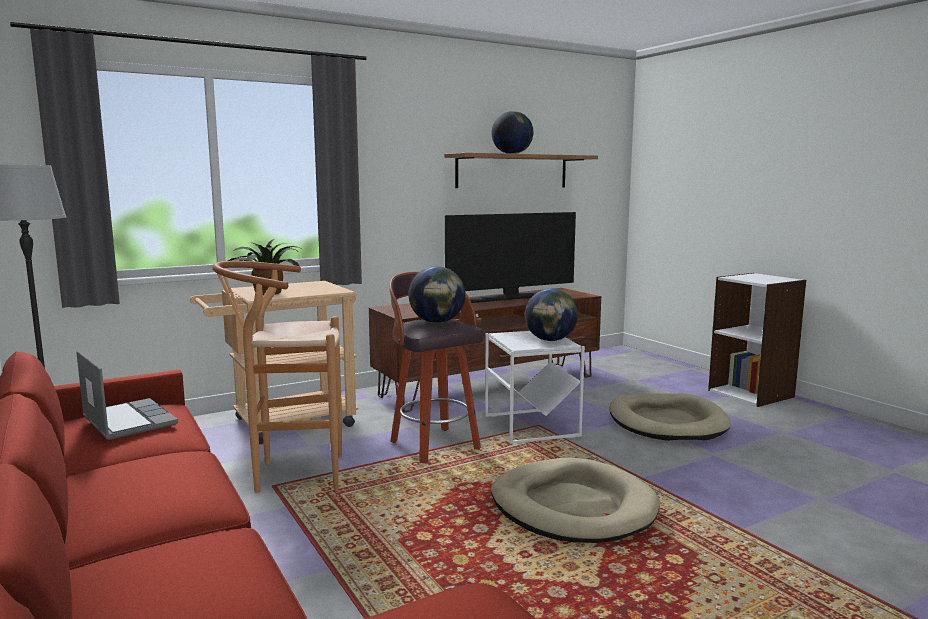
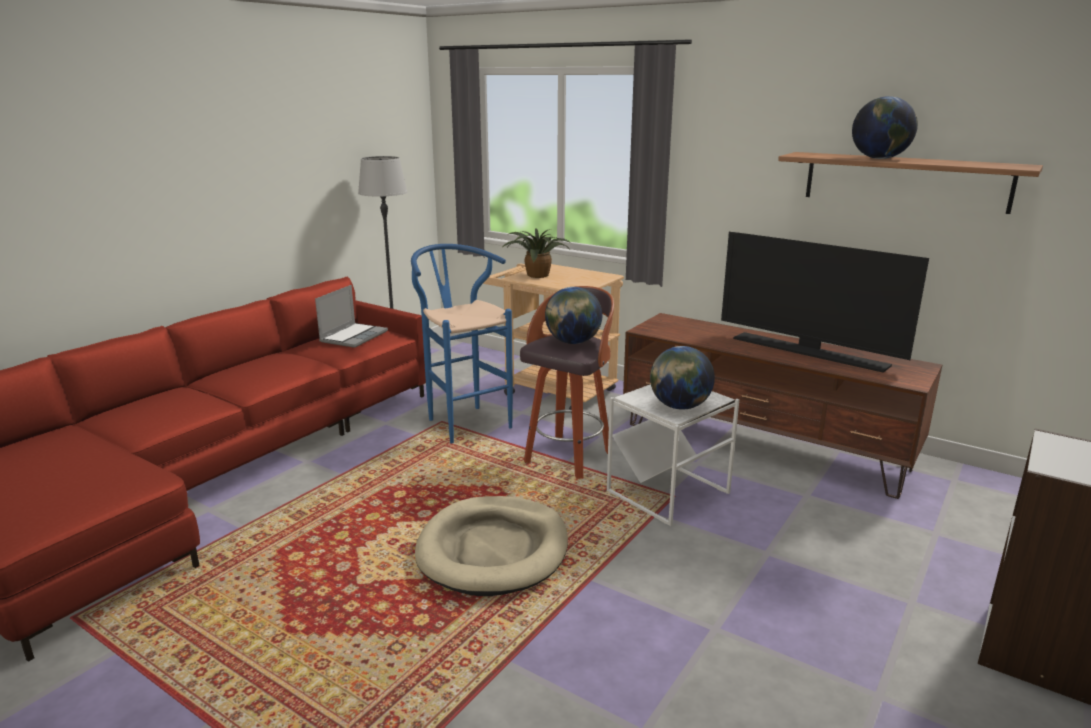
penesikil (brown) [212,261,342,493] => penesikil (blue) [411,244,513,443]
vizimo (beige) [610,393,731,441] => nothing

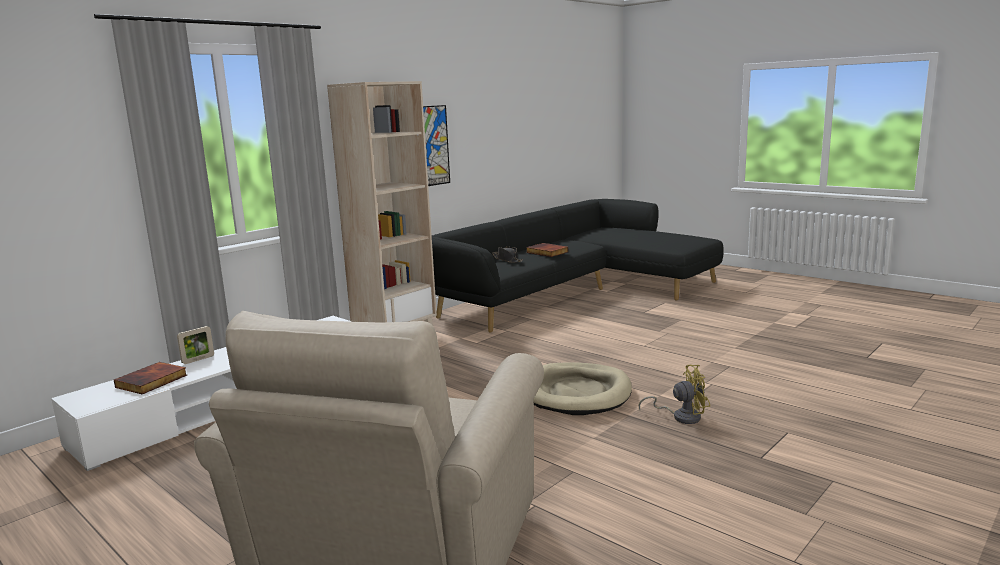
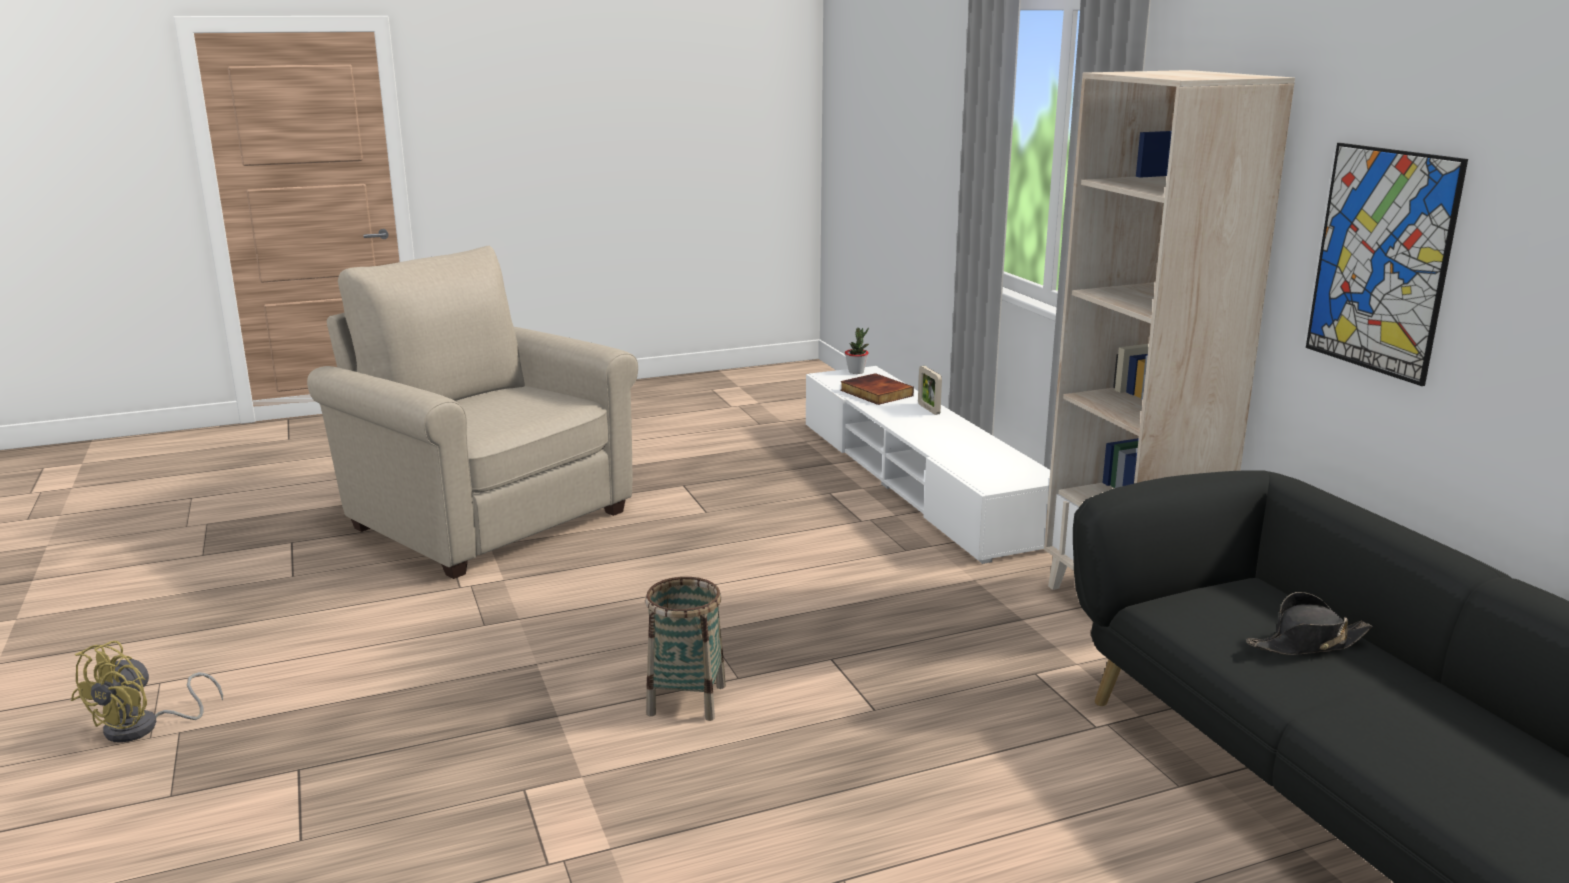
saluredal [526,243,568,257] => nothing
vizimo (beige) [534,363,632,415] => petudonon [645,577,726,721]
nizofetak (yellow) [639,364,710,424] => nizofetak (yellow) [71,641,223,742], move
nothing => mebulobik [845,328,869,374]

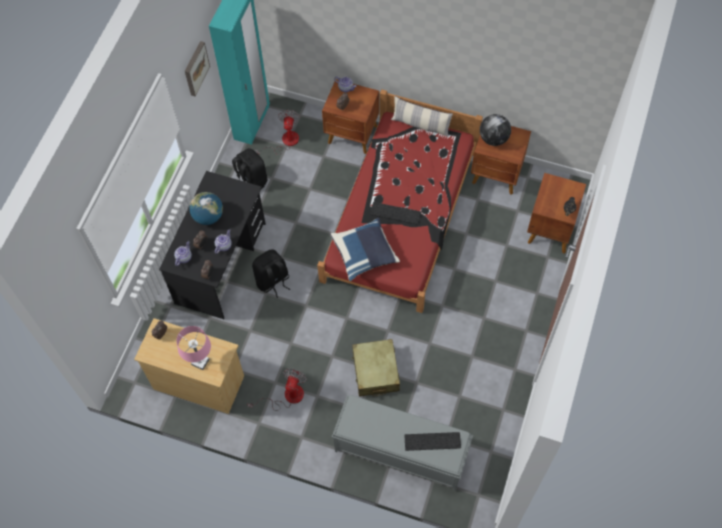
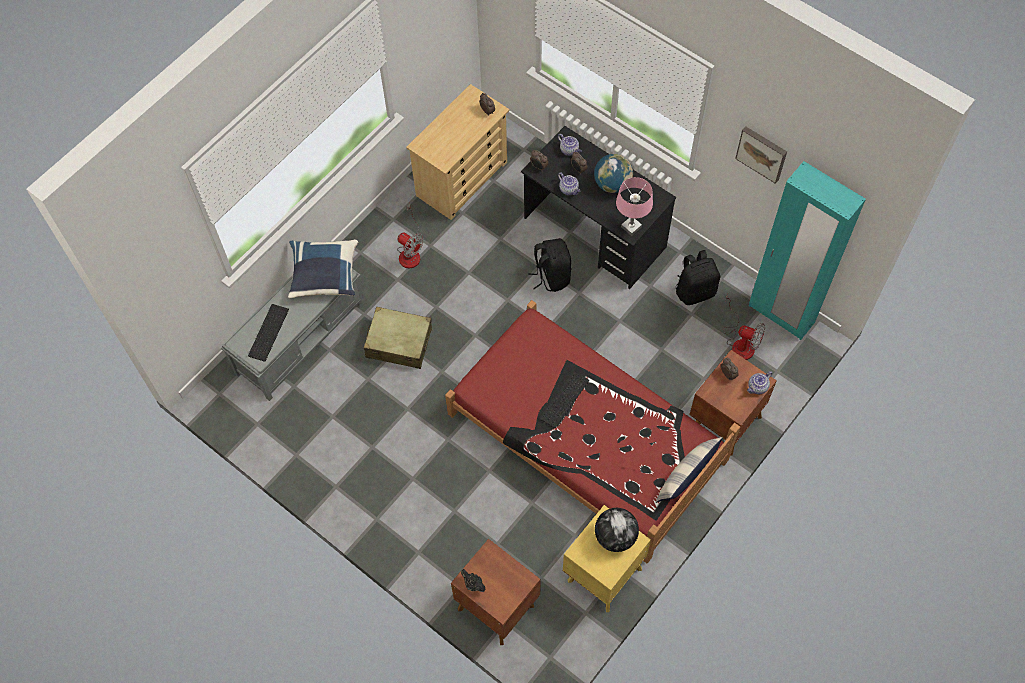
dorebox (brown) [471,126,531,194] => dorebox (yellow) [563,505,651,612]
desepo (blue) [330,218,400,281] => desepo (blue) [288,239,359,298], move
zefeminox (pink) [176,326,211,370] => zefeminox (pink) [616,177,653,236], move

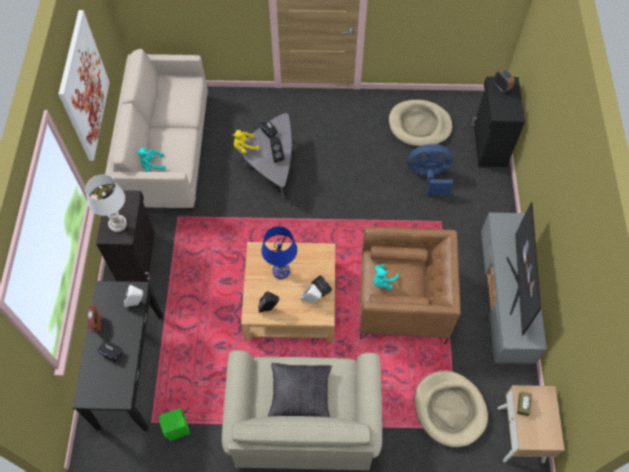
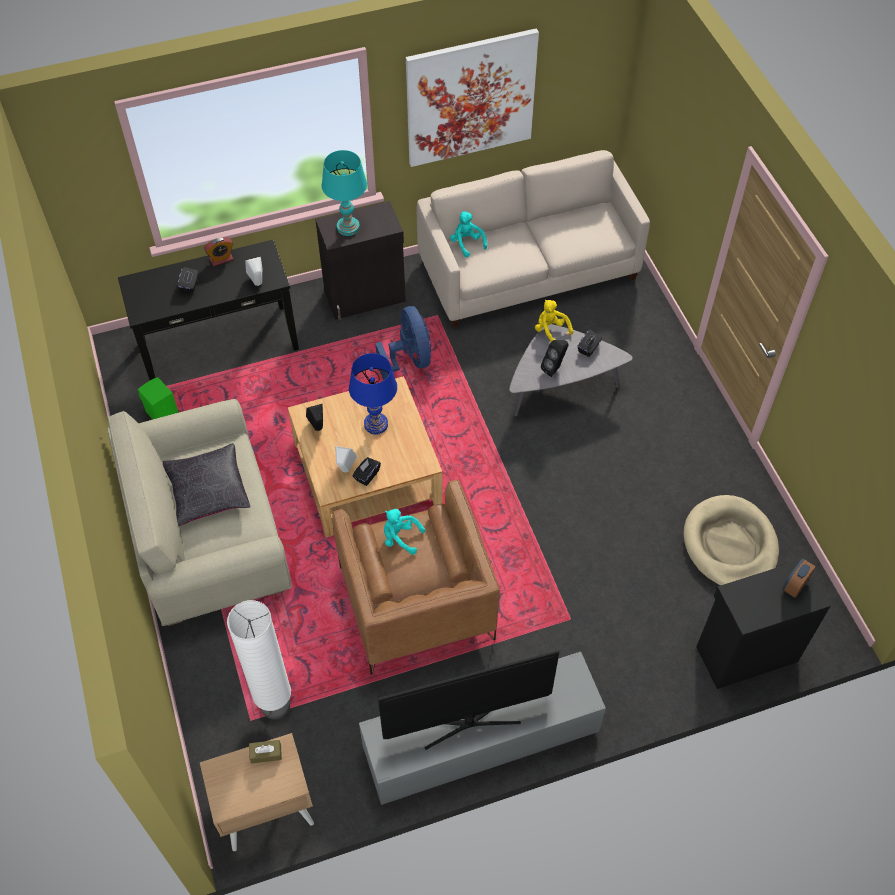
nizofetak (blue) [408,144,453,196] => nizofetak (blue) [375,306,431,380], move
zefeminox (white) [85,174,127,232] => zefeminox (turquoise) [322,150,367,236]
vizimo (beige) [415,371,488,447] => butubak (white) [227,600,291,719]

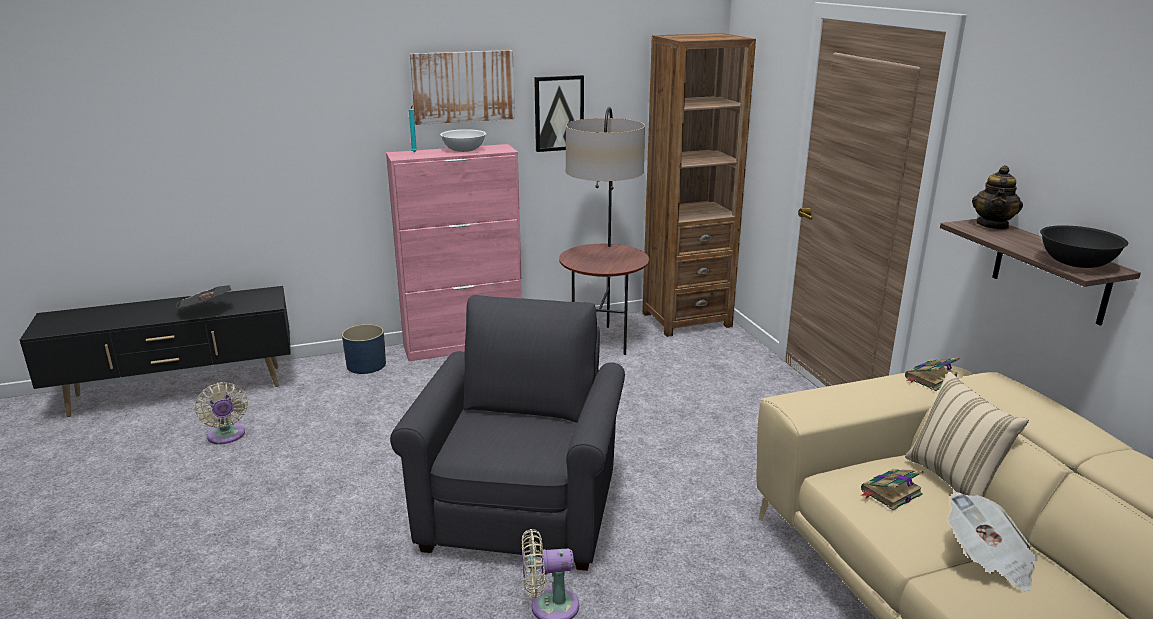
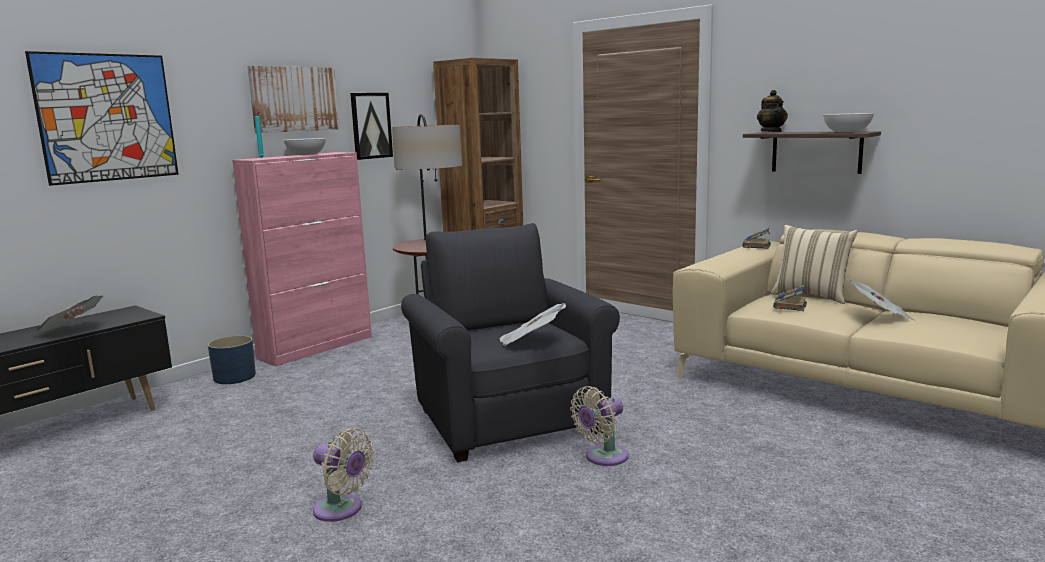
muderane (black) [1040,225,1128,268] => muderane (white) [823,113,875,132]
nizofetak (beige) [195,382,248,444] => nizofetak (beige) [313,429,374,522], move
nothing => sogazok [25,51,179,186]
nothing => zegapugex [500,303,566,346]

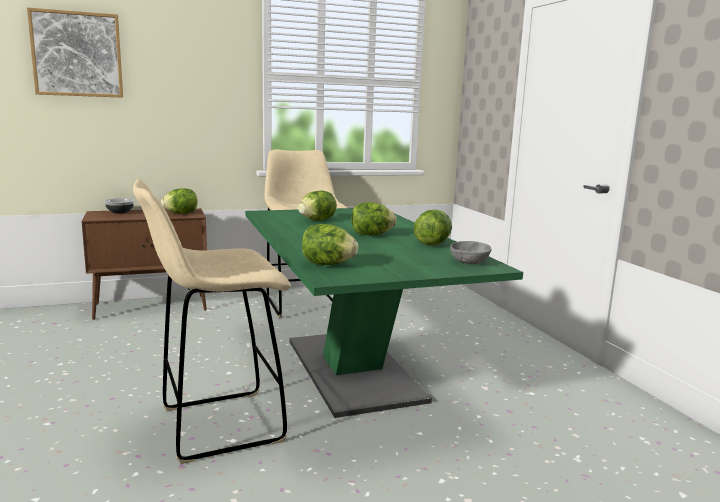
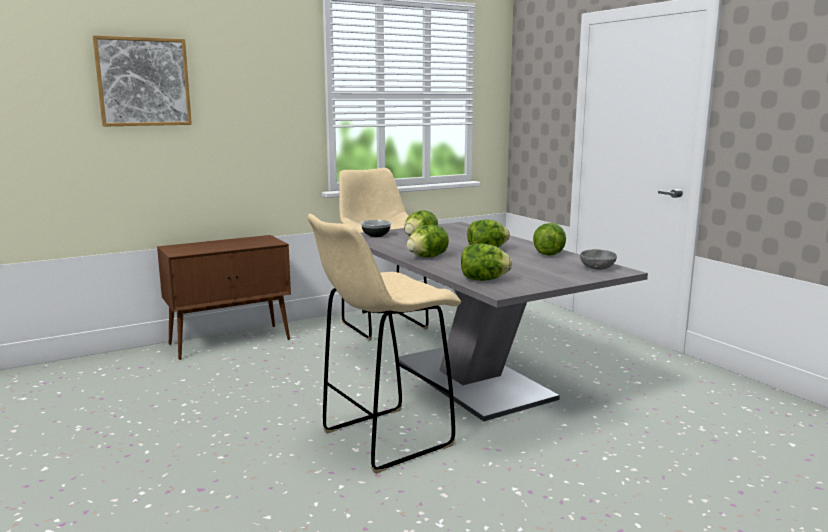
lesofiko [161,188,197,214] => lesofiko [407,225,449,257], move
muderane [104,198,134,214] => muderane [361,220,391,237], move
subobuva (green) [245,208,523,418] => subobuva (grey) [360,222,648,421]

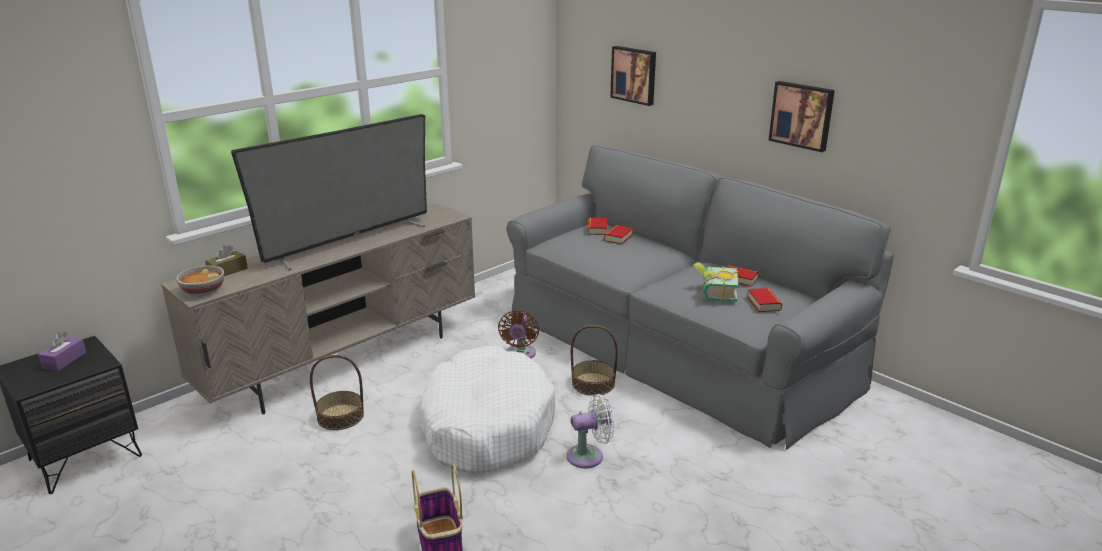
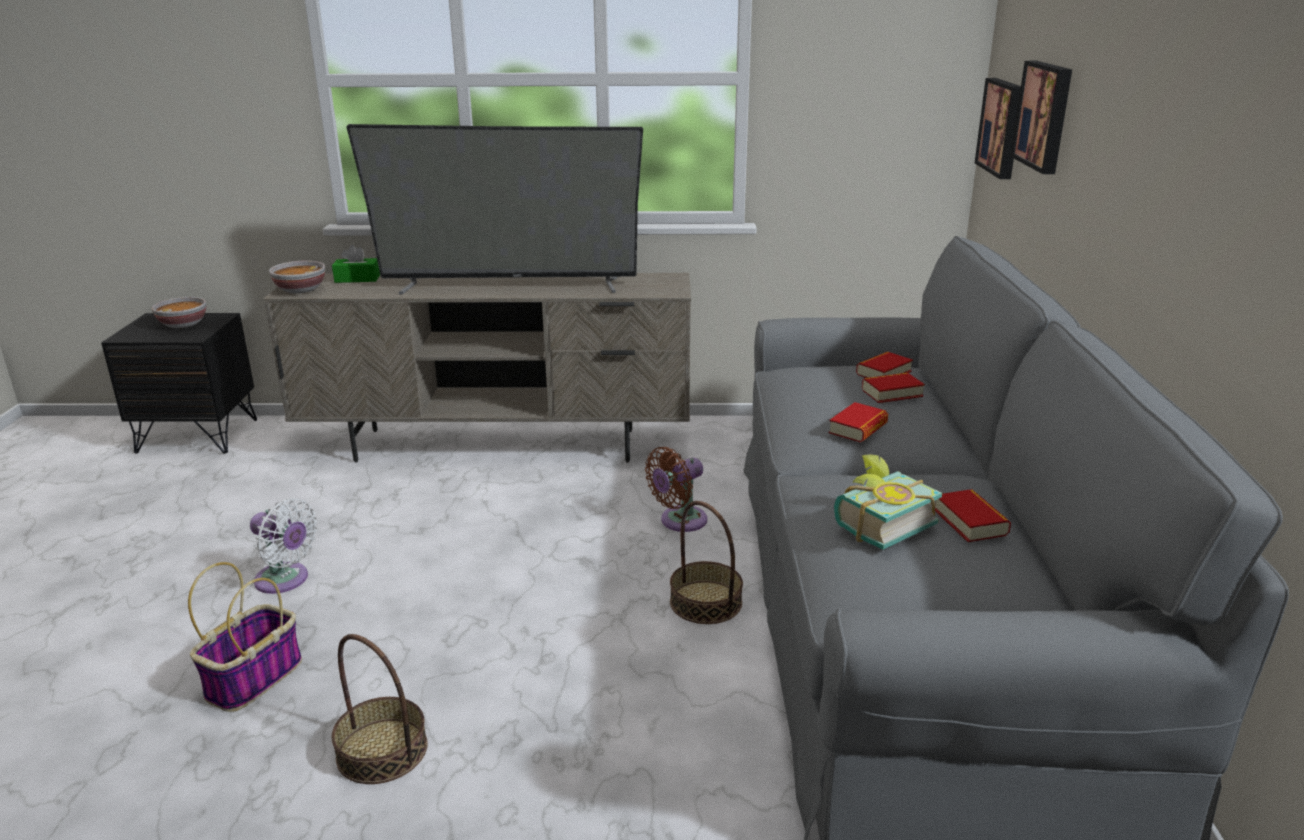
sogazok [768,81,835,152] => sogazok [975,78,1021,179], move
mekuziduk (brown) [205,245,248,276] => mekuziduk (green) [332,245,380,283]
saluredal [747,288,782,312] => saluredal [829,402,888,443], move
mekuziduk (purple) [38,332,86,371] => muderane [152,297,206,328]
vizimo (white) [419,346,555,475] => nothing
petudonon [310,355,364,430] => petudonon [332,634,428,784], move
nizofetak (white) [567,394,615,468] => nizofetak (white) [250,498,318,594], move

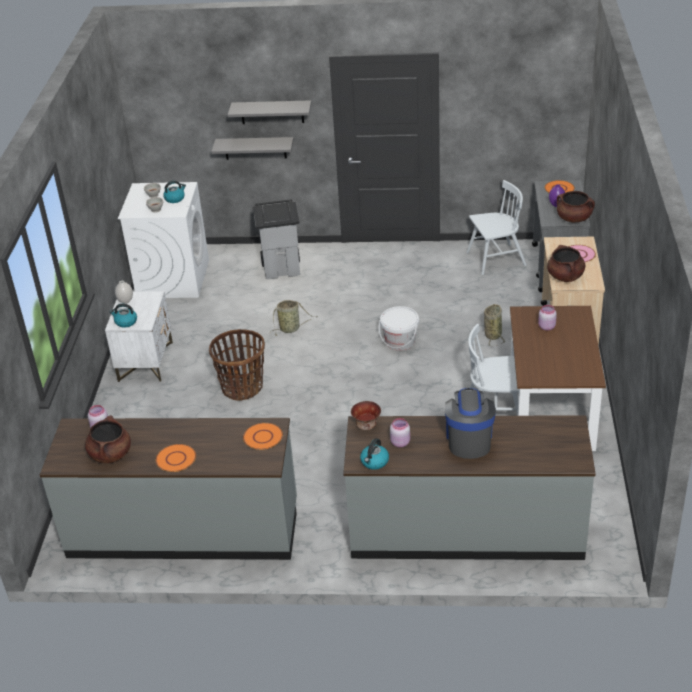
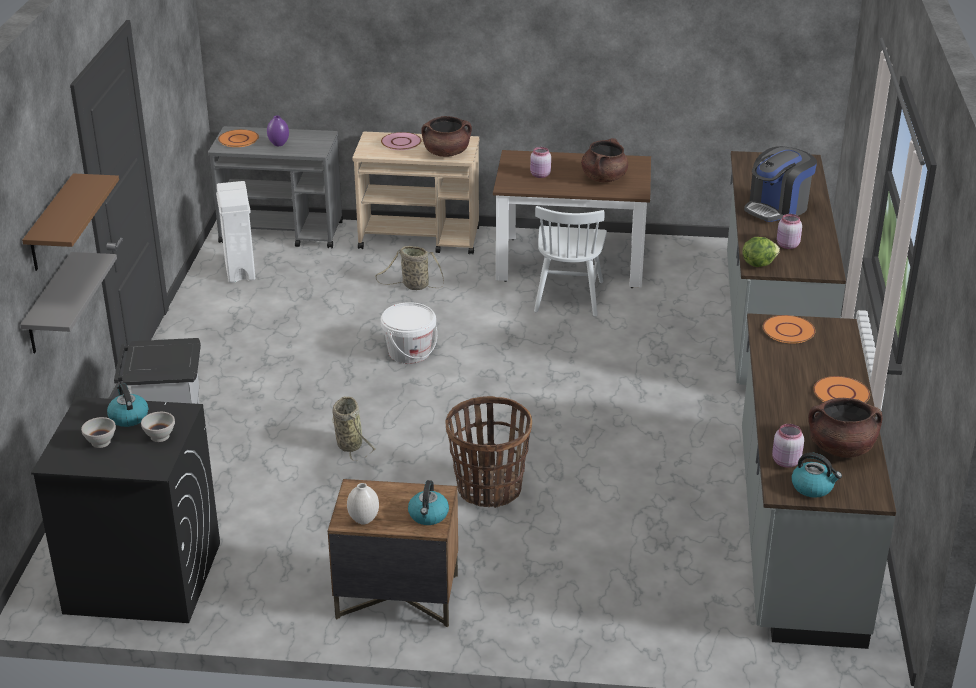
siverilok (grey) [228,100,311,124] => siverilok (brown) [22,173,119,271]
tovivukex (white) [466,180,527,275] => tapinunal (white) [216,181,255,283]
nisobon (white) [118,182,209,298] => nisobon (black) [31,397,220,623]
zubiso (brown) [557,191,595,223] => zubiso (brown) [581,138,628,182], move
dorebox (white) [105,291,173,382] => dorebox (brown) [328,479,458,627]
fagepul [445,388,496,459] => fagepul [744,146,817,222], 45 degrees counterclockwise
muderane [351,401,381,430] => lesofiko [742,237,780,267]
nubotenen [360,438,389,470] => nubotenen [792,452,842,498], move

